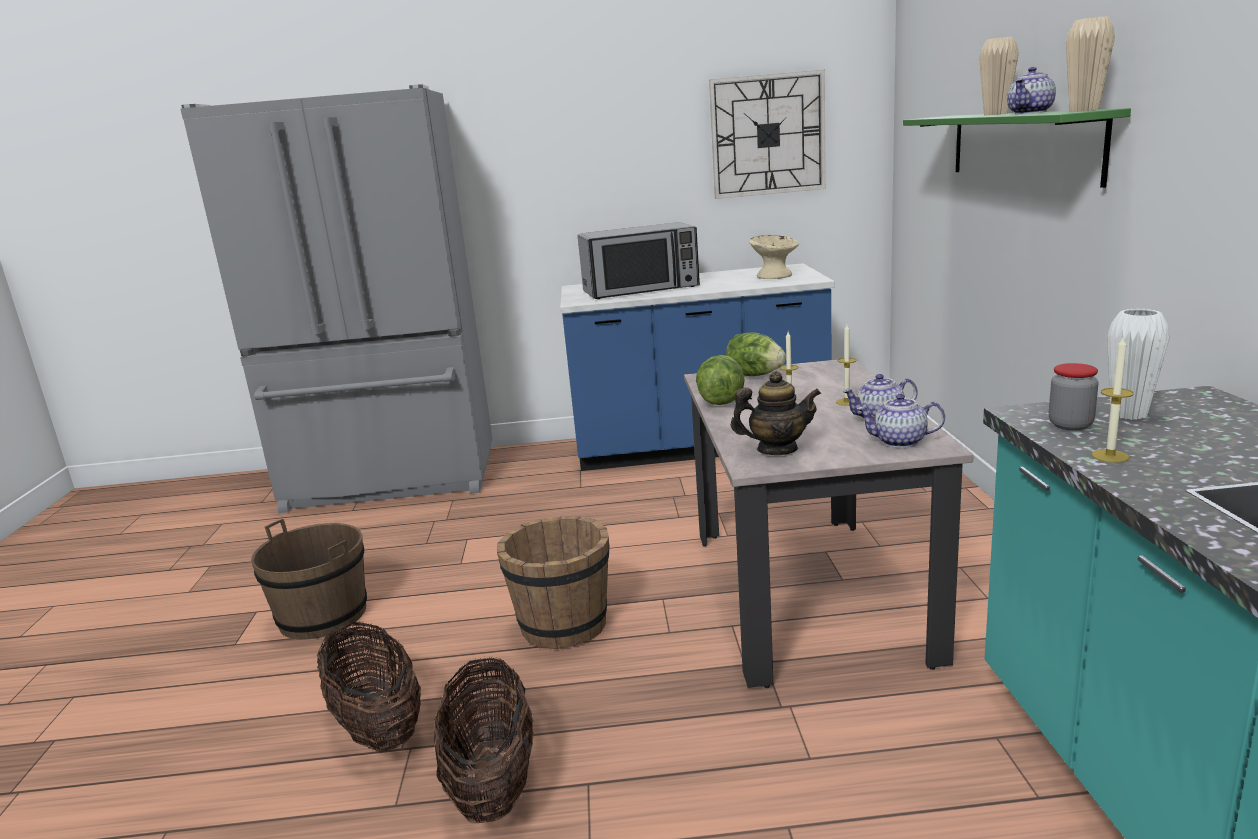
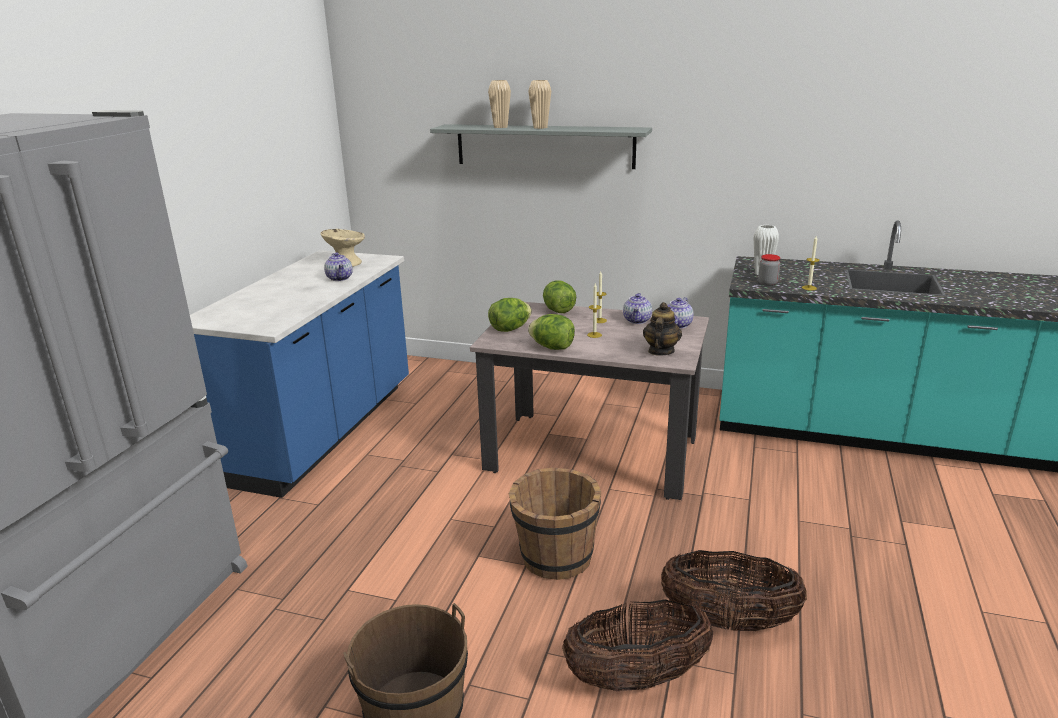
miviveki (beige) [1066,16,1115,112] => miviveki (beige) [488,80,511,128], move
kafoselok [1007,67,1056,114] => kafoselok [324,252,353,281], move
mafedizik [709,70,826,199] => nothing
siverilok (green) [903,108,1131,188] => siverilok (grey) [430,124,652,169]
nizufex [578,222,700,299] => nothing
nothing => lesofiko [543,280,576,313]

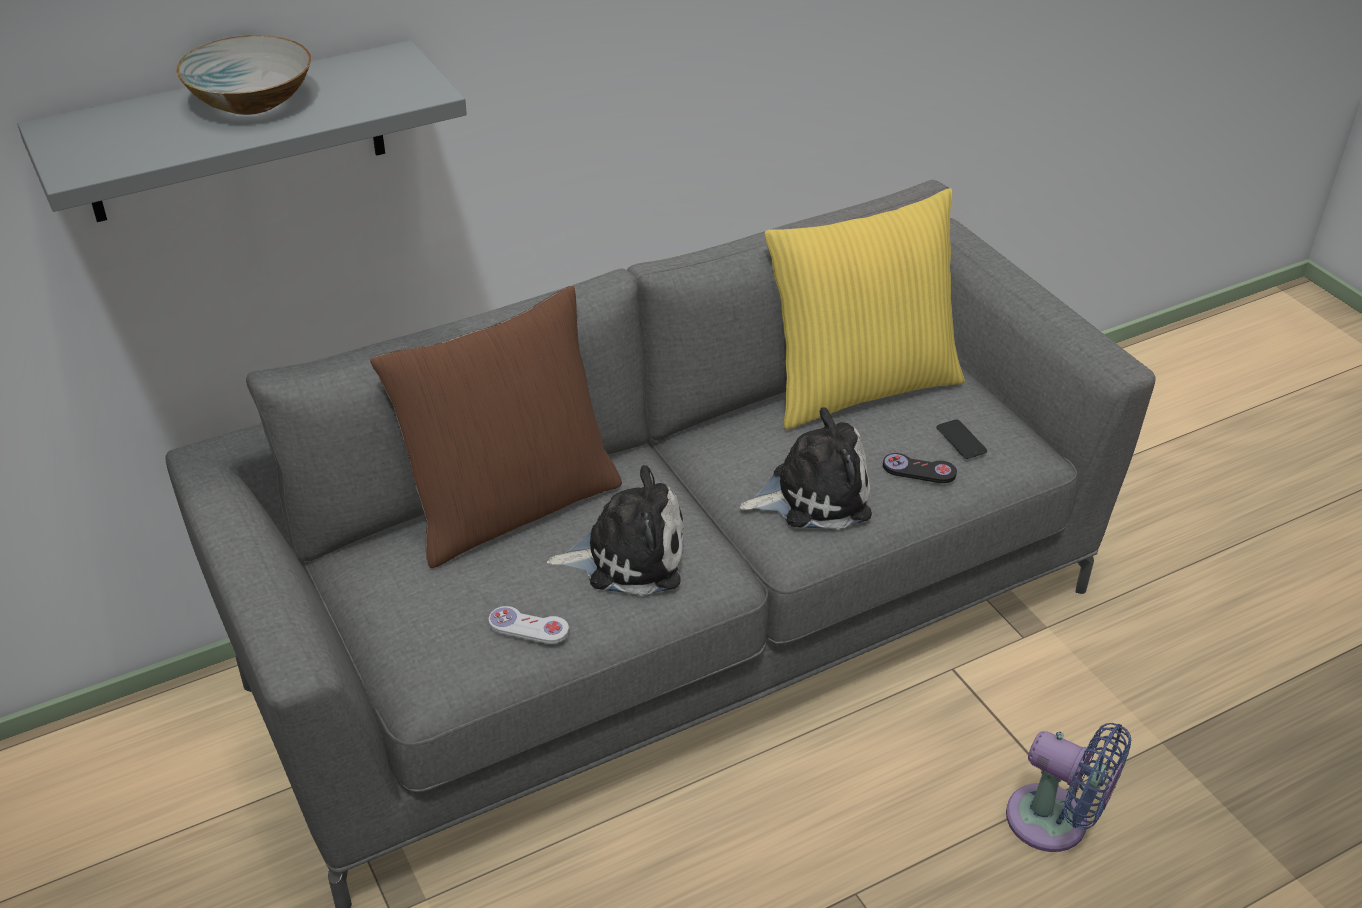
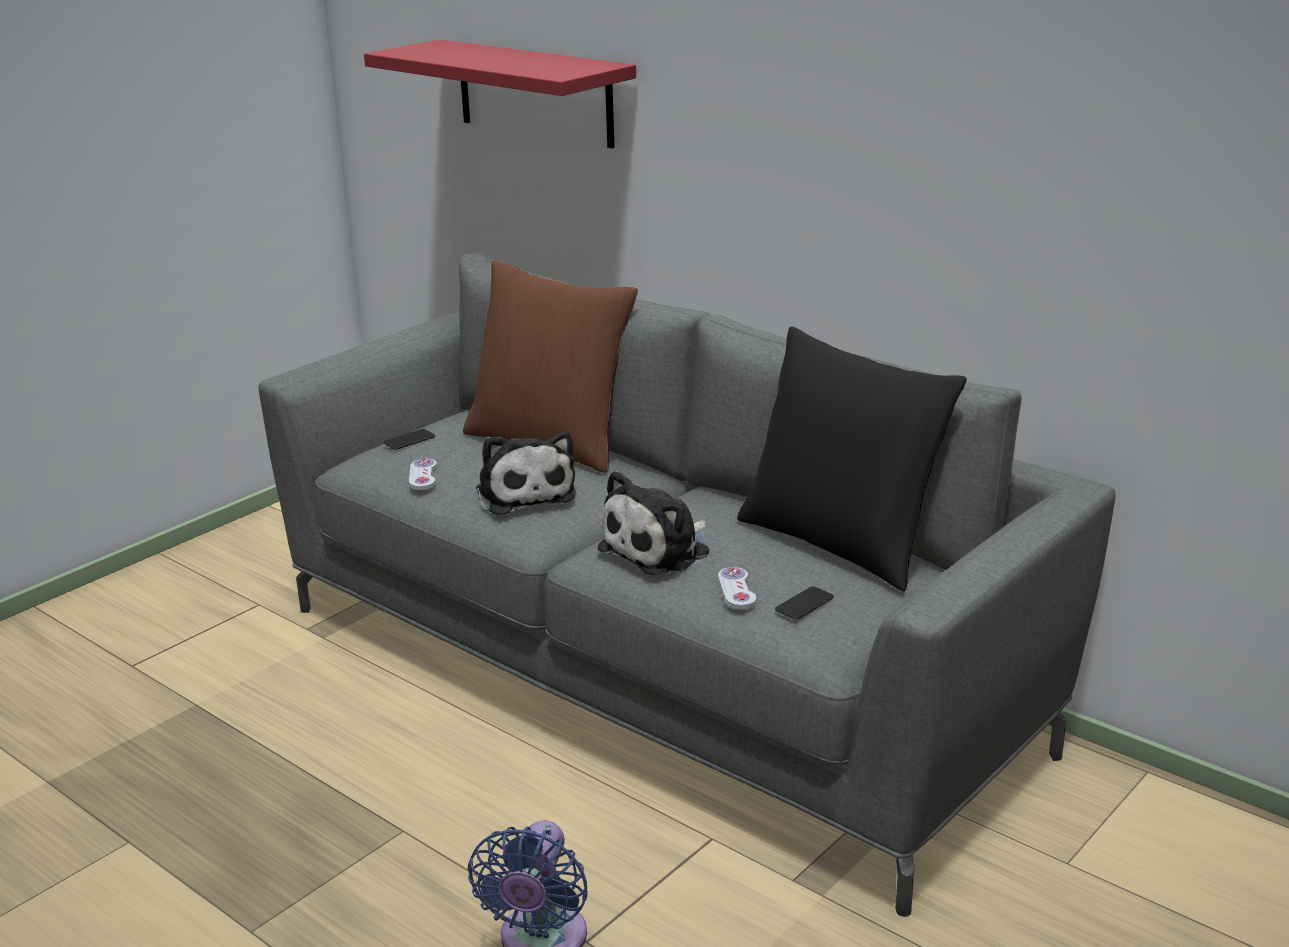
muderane [176,35,311,115] => nothing
siverilok (grey) [18,40,467,222] => siverilok (red) [364,39,636,149]
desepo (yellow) [765,188,965,429] => desepo (black) [737,326,967,591]
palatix [740,407,872,530] => palatix [597,470,710,575], 75 degrees clockwise
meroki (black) [883,453,957,483] => meroki (white) [718,567,757,610]
nothing => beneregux [384,429,435,450]

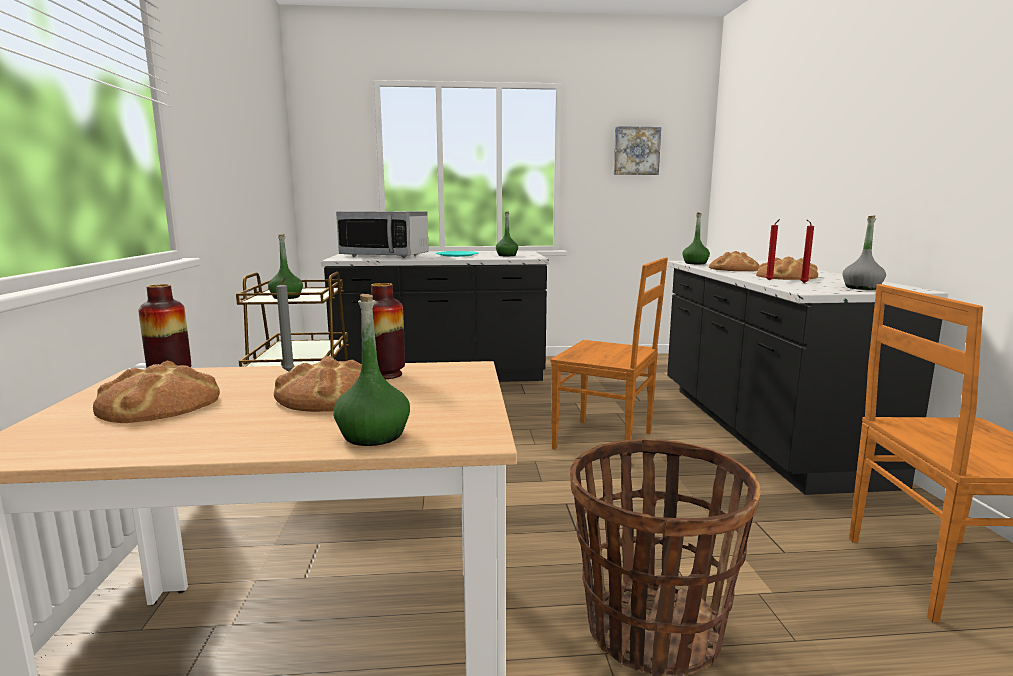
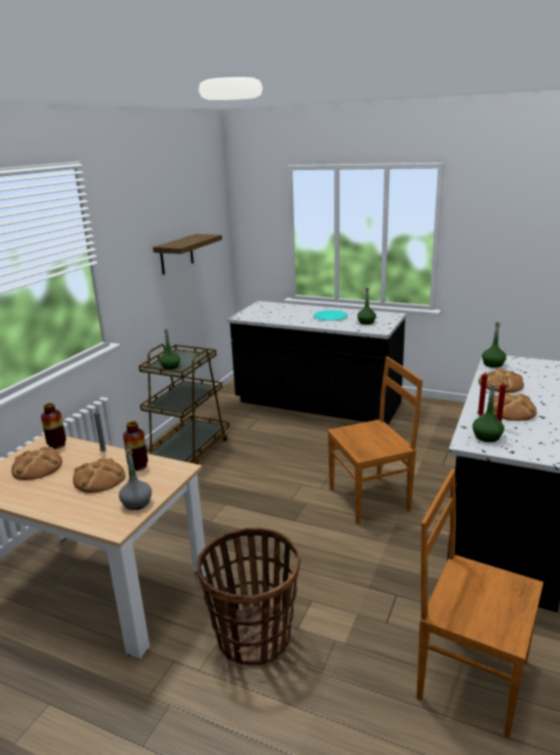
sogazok [613,126,661,175] => nothing
nizufex [336,211,429,258] => nothing
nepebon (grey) [843,215,886,290] => nepebon (grey) [119,449,152,510], move
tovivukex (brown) [550,257,668,450] => tovivukex (brown) [327,356,423,524], 75 degrees counterclockwise
nepebon (green) [333,294,410,446] => nepebon (green) [472,383,504,442], move
nothing => siverilok [153,234,222,275]

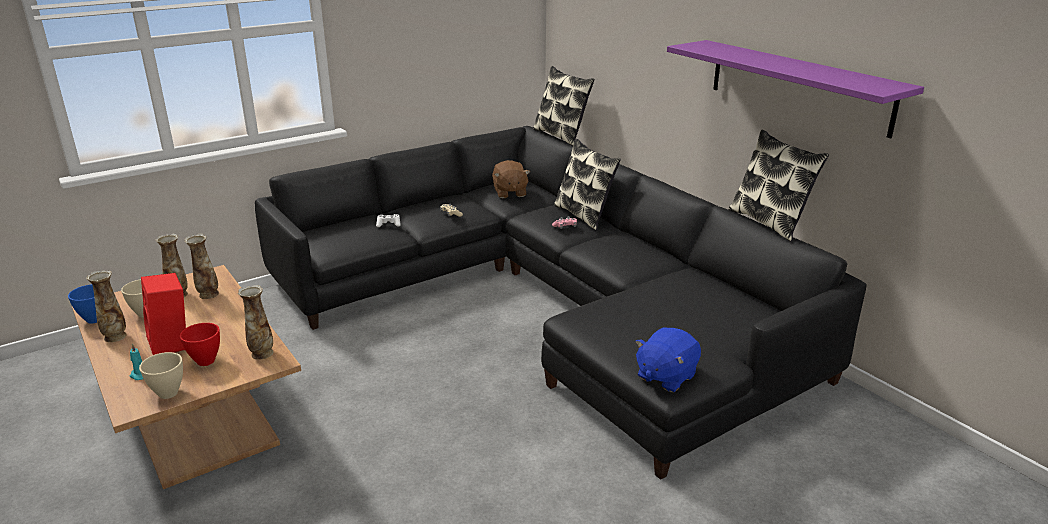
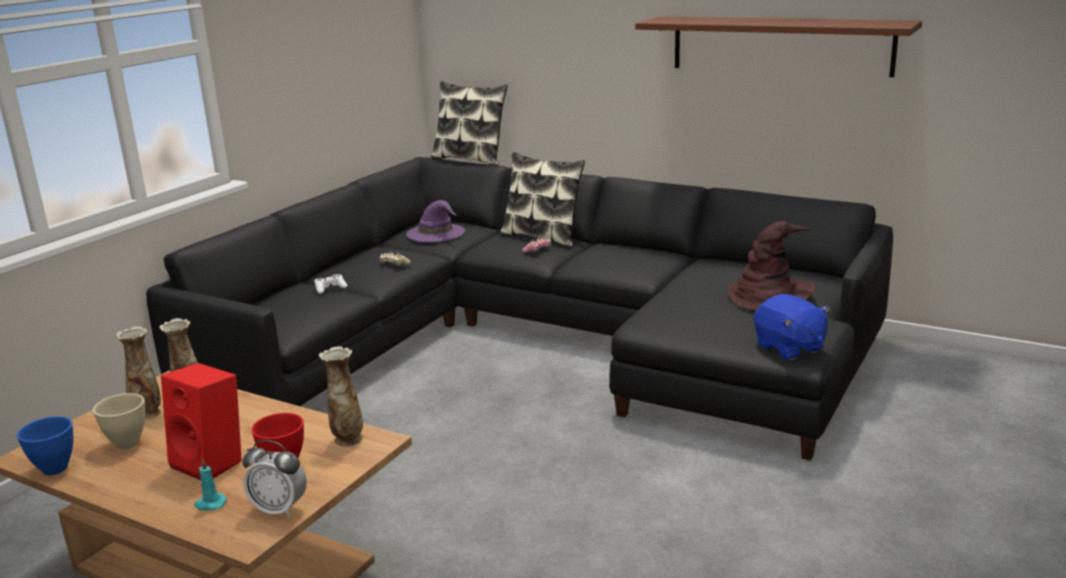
siverilok (purple) [667,40,924,139] => siverilok (brown) [635,16,922,77]
desepo [729,130,829,242] => nothing
palatix (brown) [492,160,530,198] => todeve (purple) [406,200,465,242]
miviveki [86,270,127,342] => nothing
palatix (blue) [635,328,701,392] => palatix (blue) [754,294,830,360], 45 degrees counterclockwise
muderane (beige) [139,352,183,399] => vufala [242,440,307,517]
nothing => todeve (brown) [727,221,815,310]

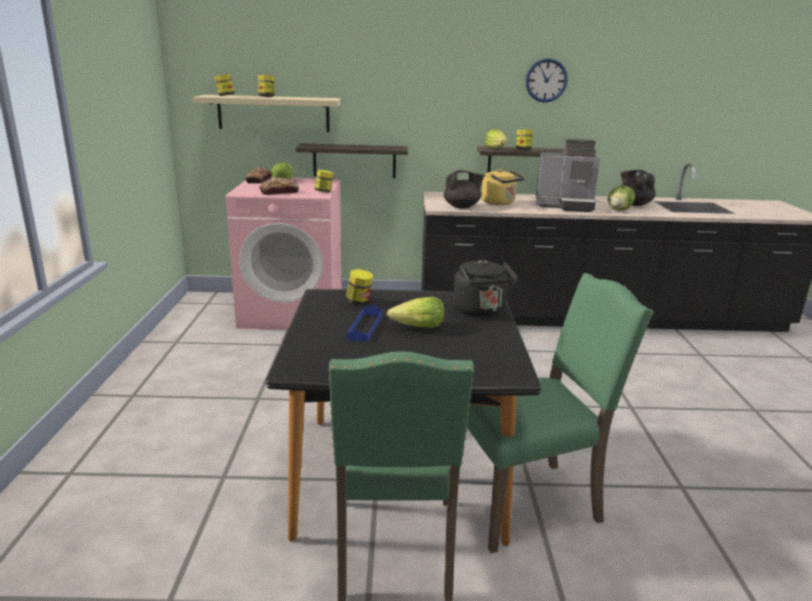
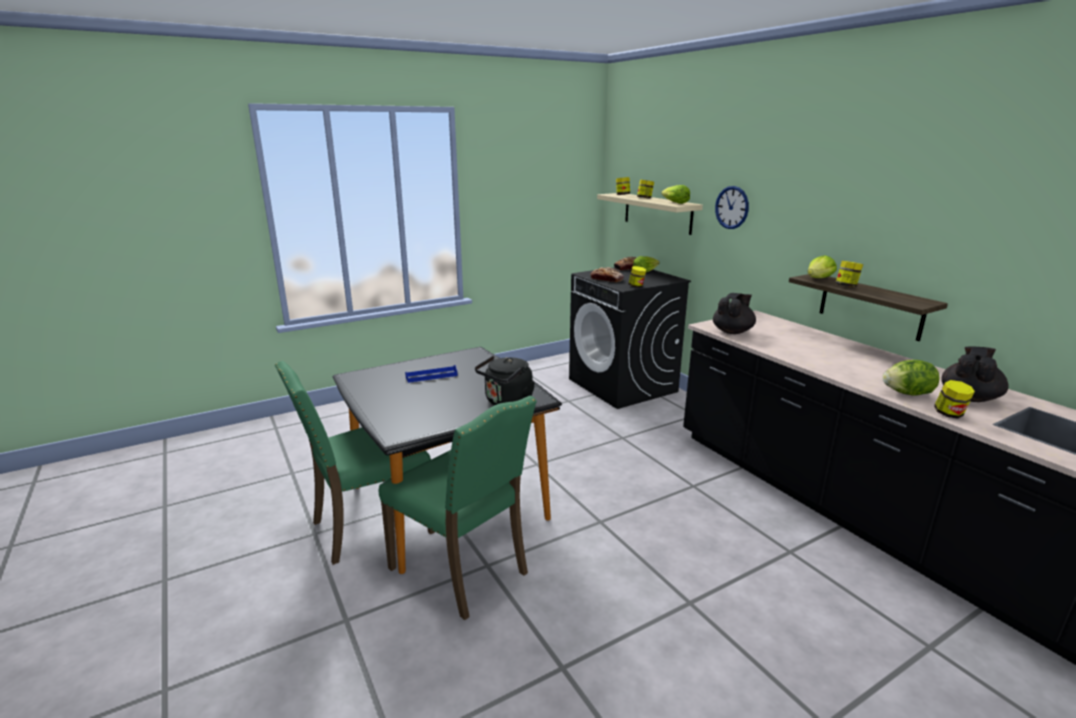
mafedizik [526,58,568,103] => mafedizik [715,186,749,229], move
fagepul [536,139,600,212] => nothing
siverilok [296,144,408,178] => nothing
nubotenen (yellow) [481,169,525,205] => nothing
kafoselok (black) [444,170,484,208] => kafoselok (black) [713,293,756,334], 90 degrees counterclockwise
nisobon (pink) [225,177,342,330] => nisobon (black) [569,267,691,409]
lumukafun [346,269,373,305] => lumukafun [934,380,975,419], move
lesofiko [387,297,444,328] => lesofiko [661,185,690,204], move

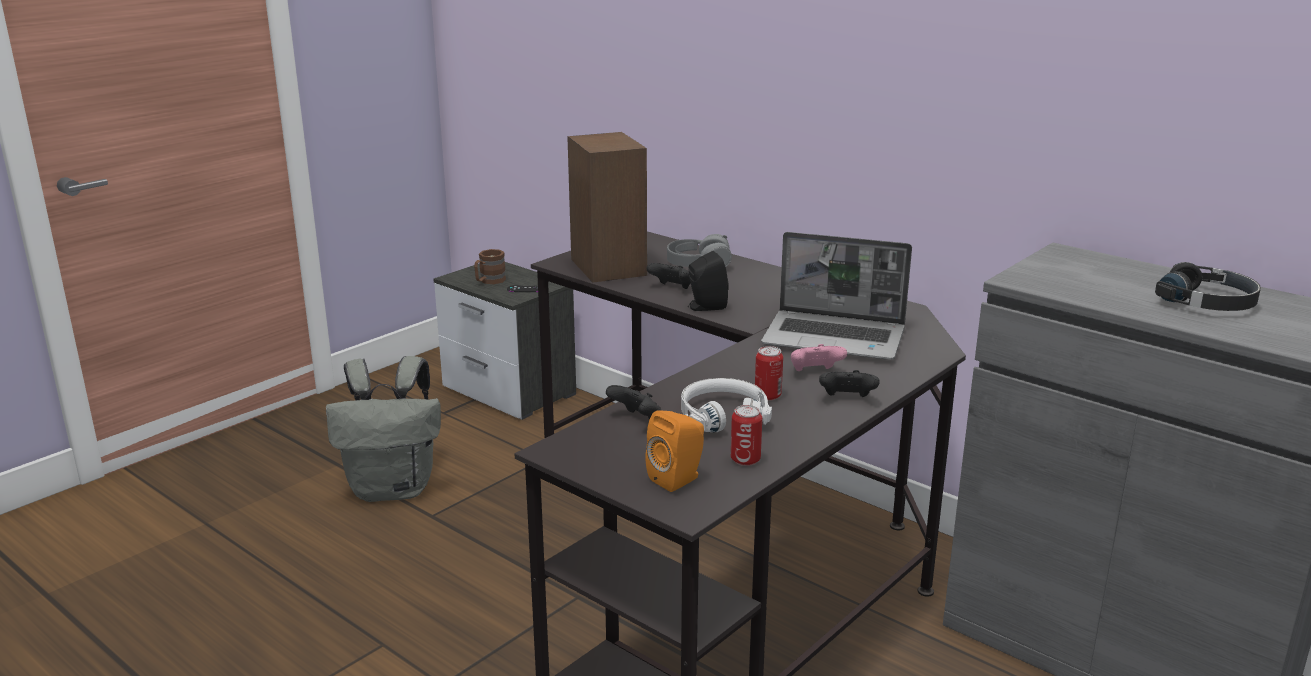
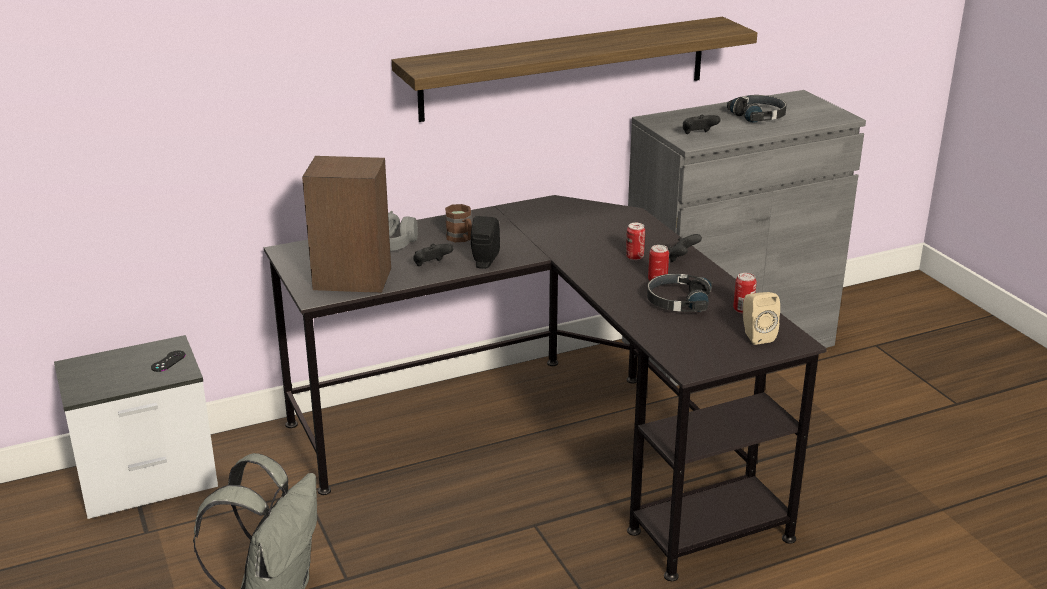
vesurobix [761,232,912,360] => nothing
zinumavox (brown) [474,249,506,284] => zinumavox (brown) [445,204,472,242], move
meroki (pink) [791,344,847,371] => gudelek [626,223,645,260]
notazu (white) [681,378,772,432] => notazu (black) [647,274,712,312]
meroki (black) [606,385,662,420] => meroki (black) [683,115,721,134], move
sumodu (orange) [645,410,704,492] => sumodu (beige) [743,292,780,345]
nothing => siverilok [392,17,757,122]

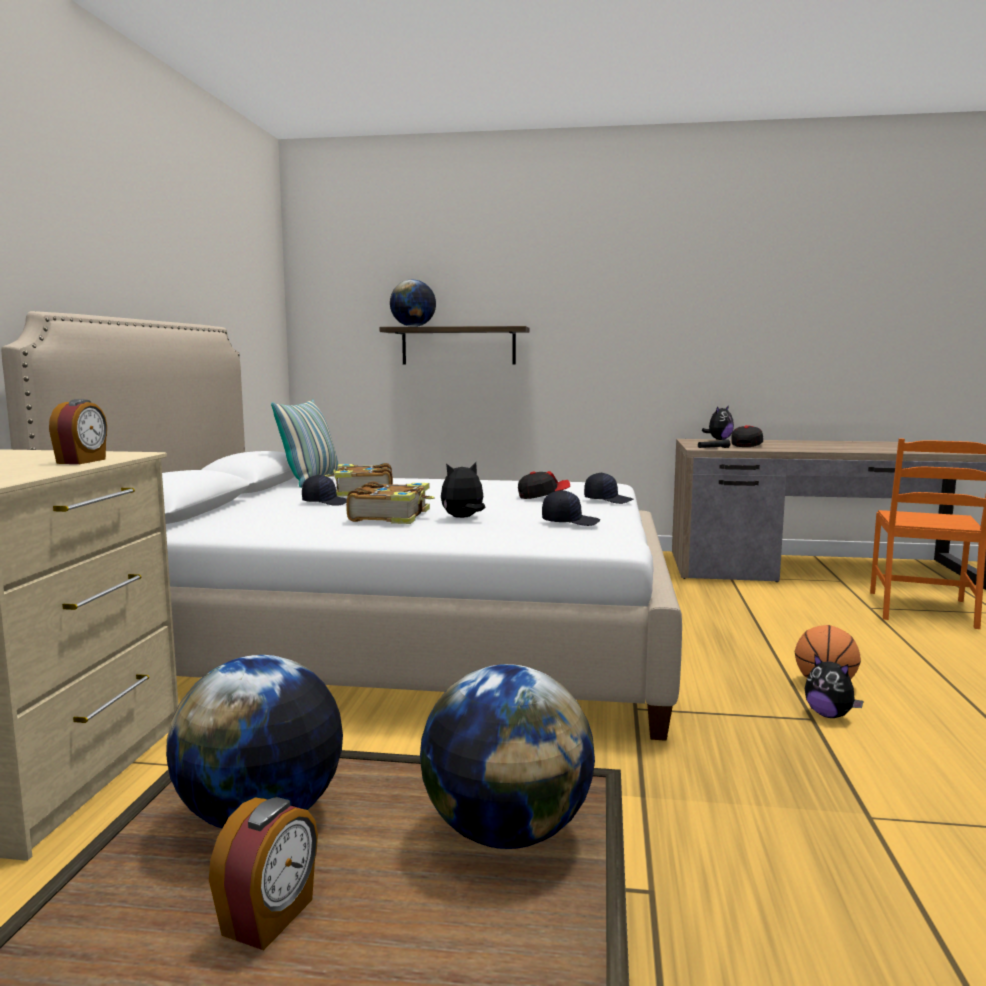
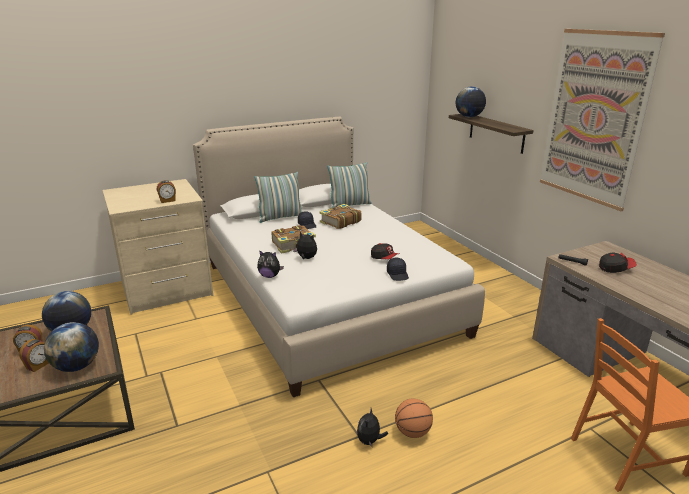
palatix [702,405,734,440] => palatix [257,250,284,278], move
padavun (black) [542,490,600,526] => nothing
nothing => sogazok [540,29,665,211]
nothing => desepo [254,172,302,223]
nothing => vufala [19,339,49,372]

